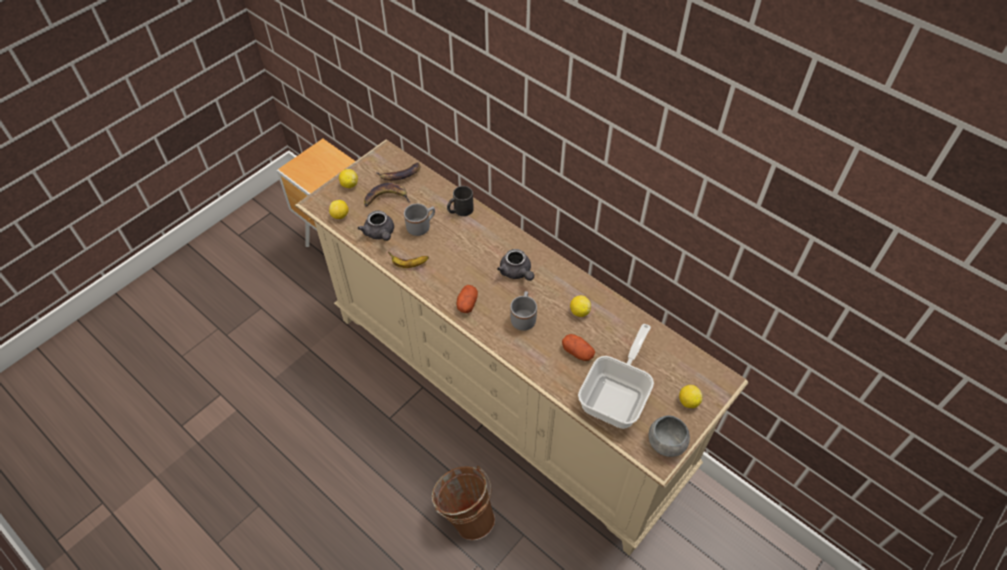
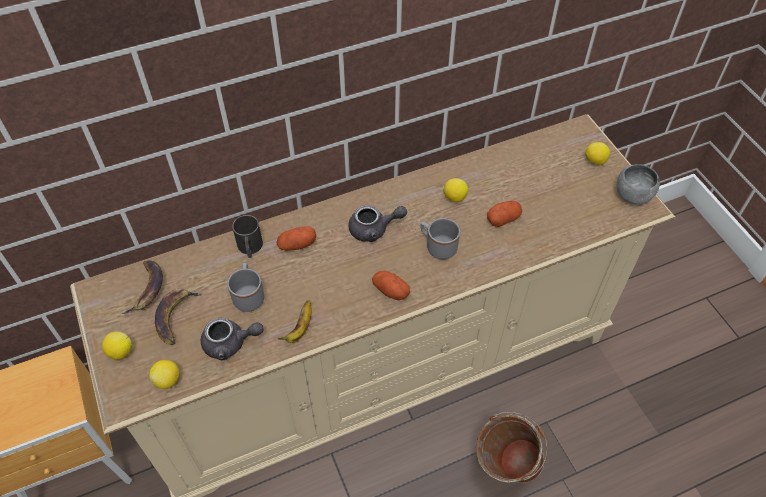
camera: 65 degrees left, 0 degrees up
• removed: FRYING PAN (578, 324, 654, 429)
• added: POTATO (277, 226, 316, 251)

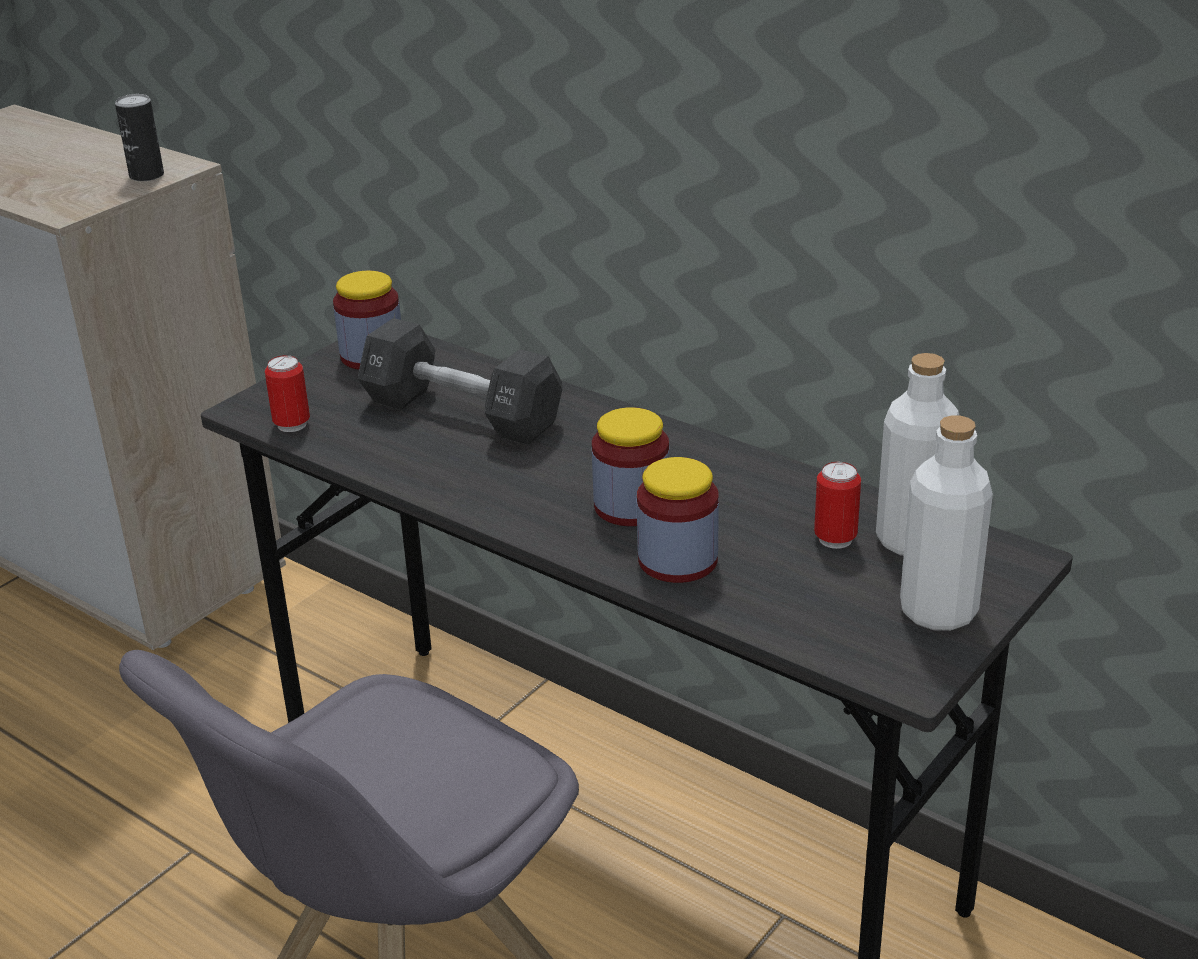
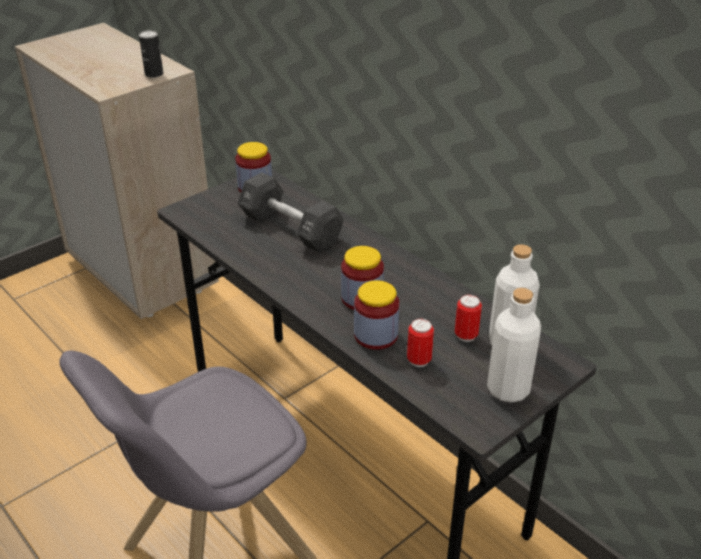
camera: 10 degrees right, 5 degrees up
• moved: CAN (265, 355, 310, 432) to (407, 319, 434, 367)

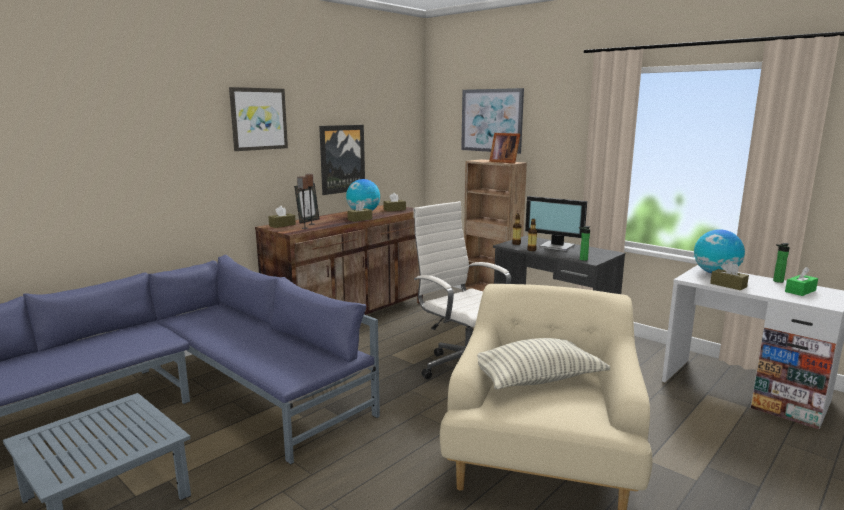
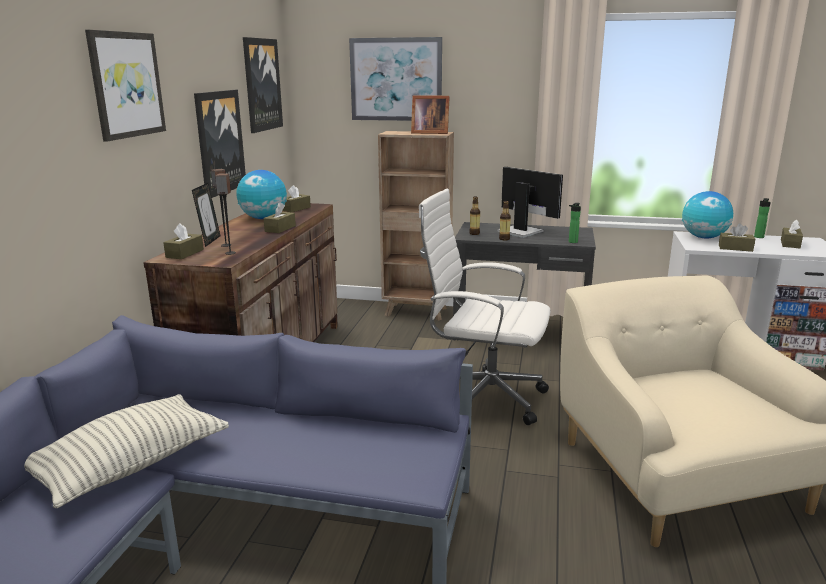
camera: 30 degrees left, 5 degrees up
• turned: MONITOR (525, 196, 587, 251) = (497, 167, 563, 238) 135 degrees counterclockwise
• recoloured: GREEN TISSUE BOX (785, 267, 818, 296) to BROWN TISSUE BOX (781, 219, 803, 248)
• moved: PILLOW (477, 338, 610, 389) to (24, 394, 229, 508)
• added: PICTURE (243, 37, 283, 133)

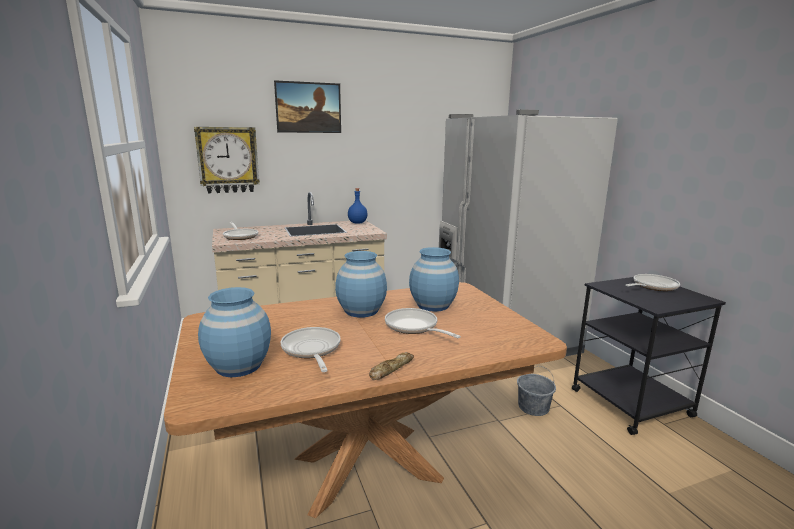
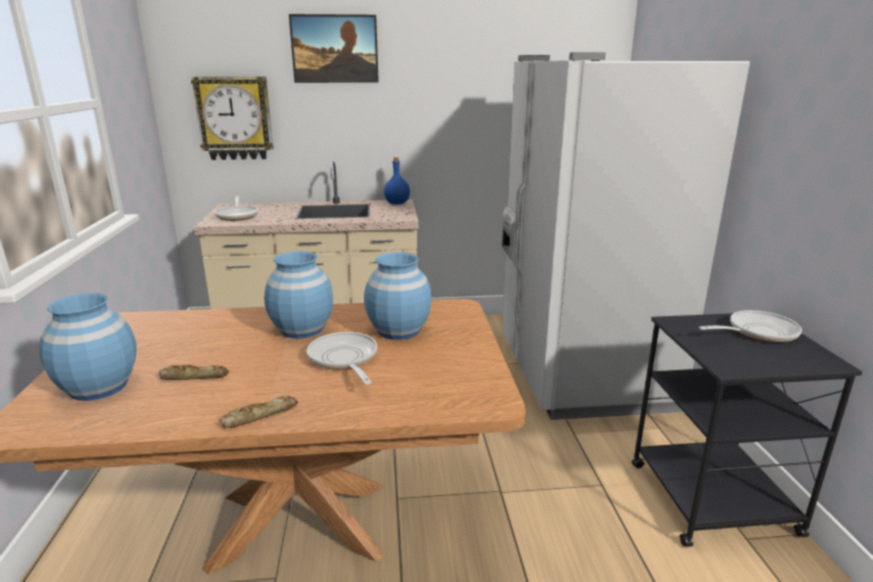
camera: 15 degrees right, 5 degrees up
• replaced: FRYING PAN (281, 327, 341, 372) to BREAD (159, 365, 229, 380)
• removed: GREY BUCKET (517, 366, 556, 416)

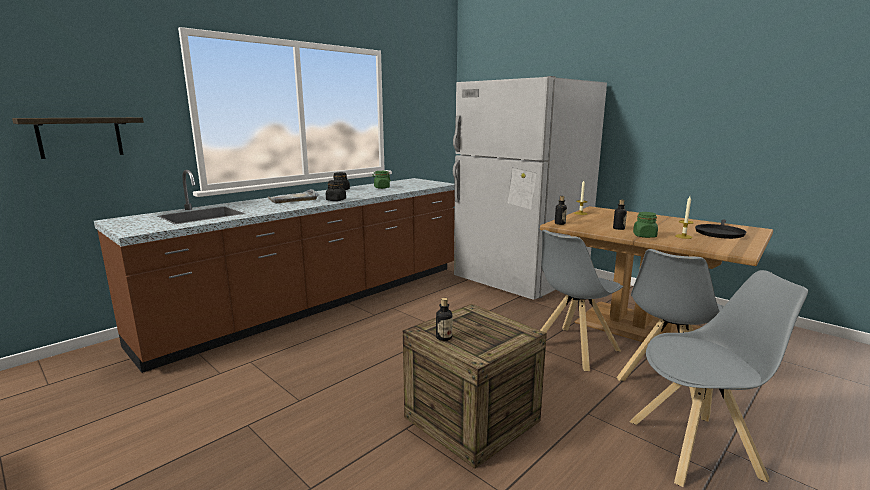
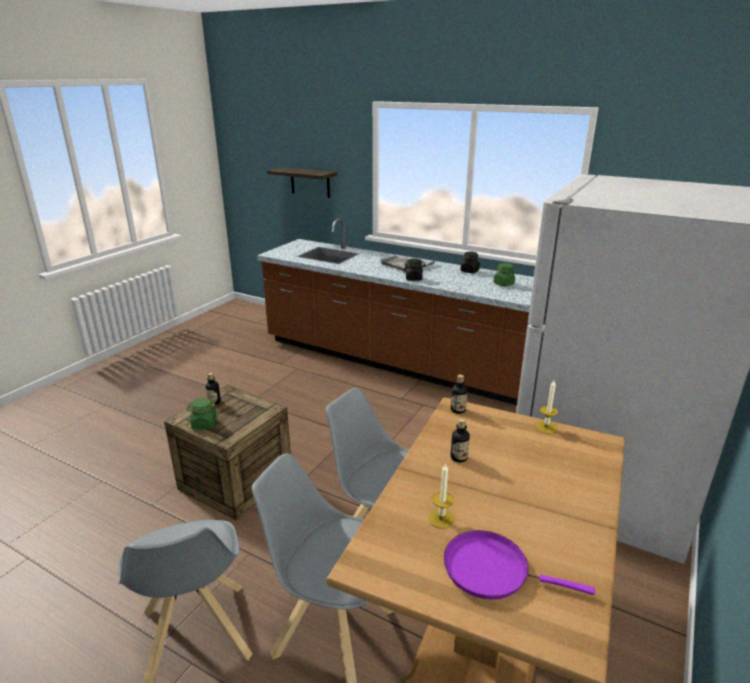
camera: 75 degrees right, 10 degrees up
• moved: GREEN JAR (633, 212, 658, 238) to (186, 398, 218, 430)
• recoloured: BLACK FRYING PAN (695, 219, 746, 239) to PURPLE FRYING PAN (444, 530, 595, 600)

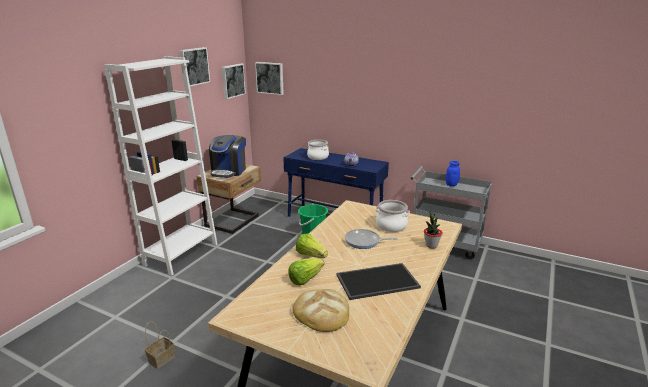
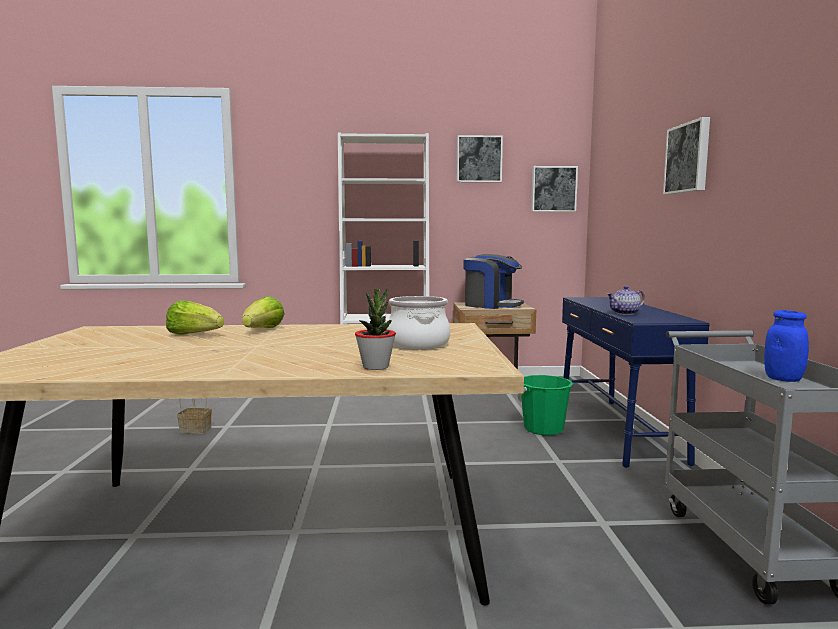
camera: 60 degrees right, 15 degrees down
• moved: PICTURE (255, 62, 284, 95) to (663, 117, 710, 195)
• turned: COFFEE MACHINE (209, 135, 246, 178) = (463, 254, 524, 309) 135 degrees counterclockwise
• removed: COOKING POT (307, 140, 329, 160)
• removed: FRYING PAN (345, 229, 398, 249)
• removed: TRAY (337, 263, 421, 300)
• removed: BREAD (293, 289, 349, 332)

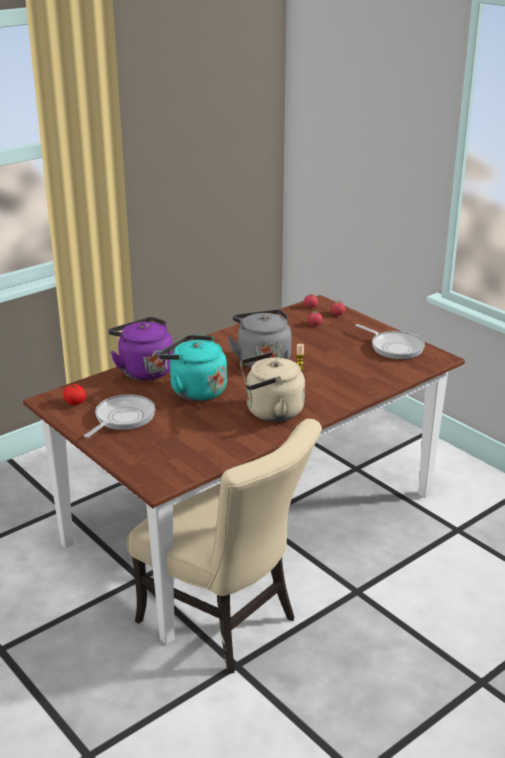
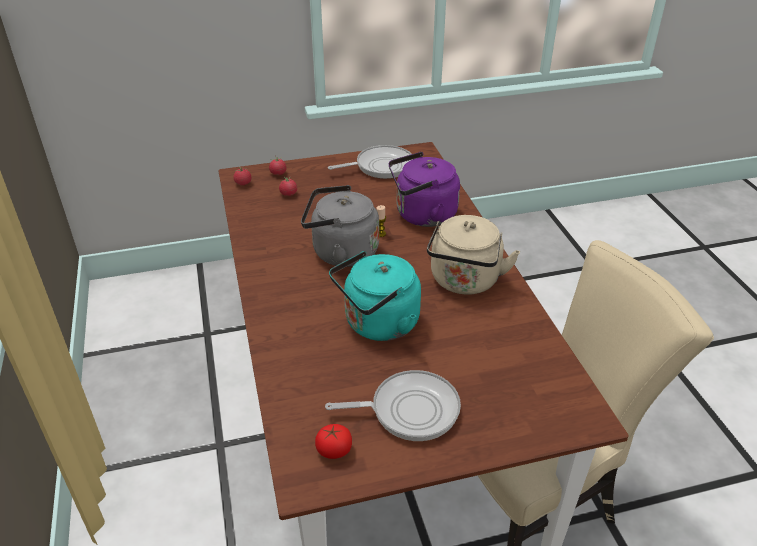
camera: 65 degrees left, 10 degrees up
• moved: PURPLE KETTLE (108, 317, 173, 380) to (389, 152, 460, 227)
• turned: FRYING PAN (84, 395, 155, 438) = (325, 370, 461, 441) 120 degrees clockwise

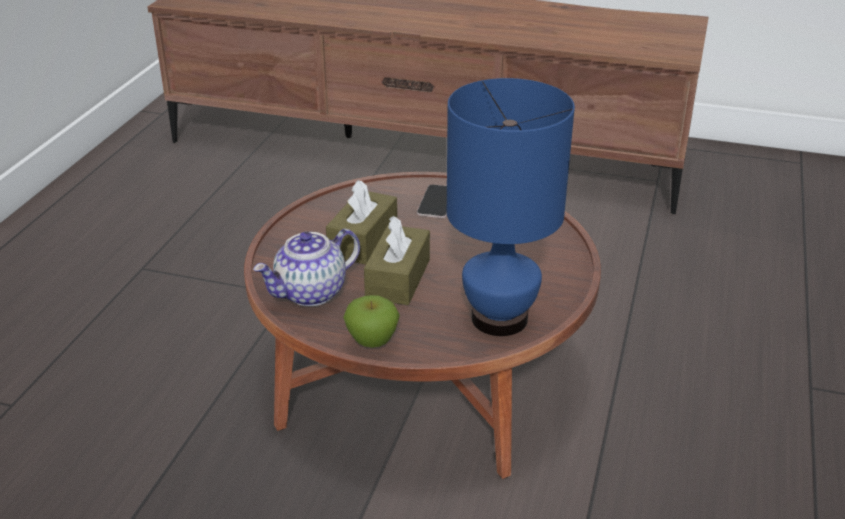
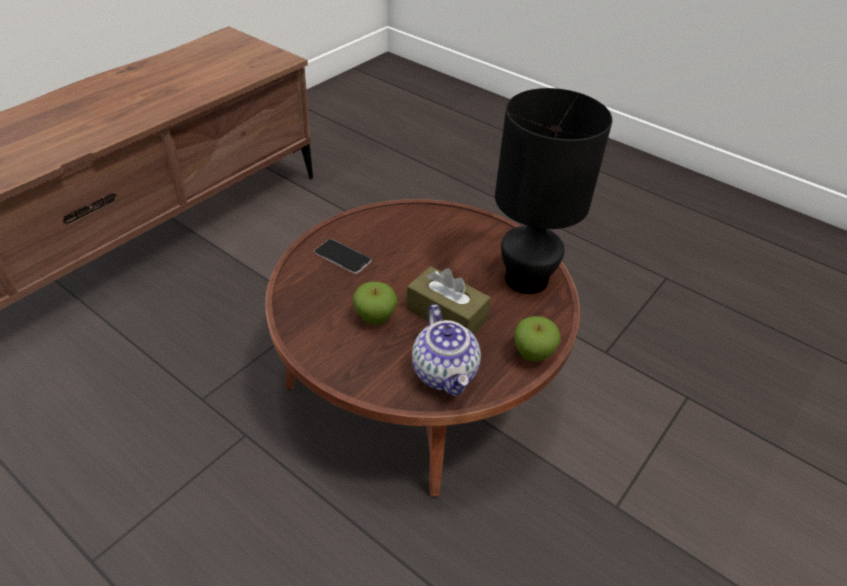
camera: 70 degrees left, 10 degrees up
• recoloured: BLUE TABLE LAMP (447, 78, 575, 336) to BLACK TABLE LAMP (495, 88, 612, 294)
• replaced: BROWN TISSUE BOX (326, 180, 397, 265) to APPLE (353, 282, 398, 325)

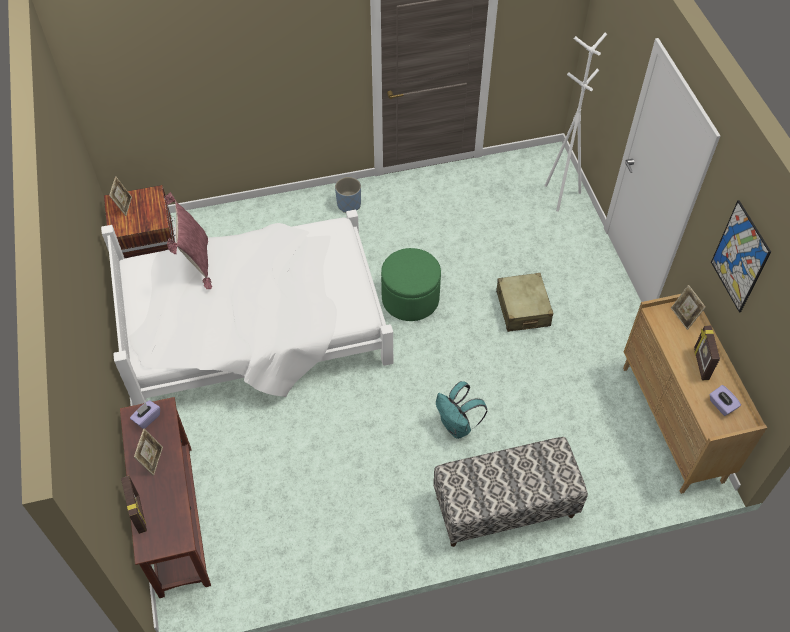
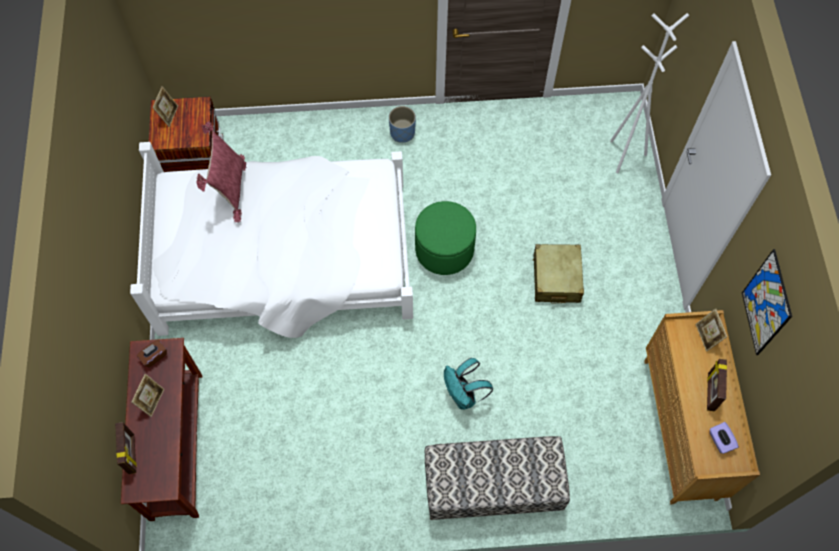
camera: 10 degrees right, 10 degrees up
• recoloured: PURPLE TISSUE BOX (130, 400, 160, 429) to BROWN TISSUE BOX (137, 340, 167, 367)

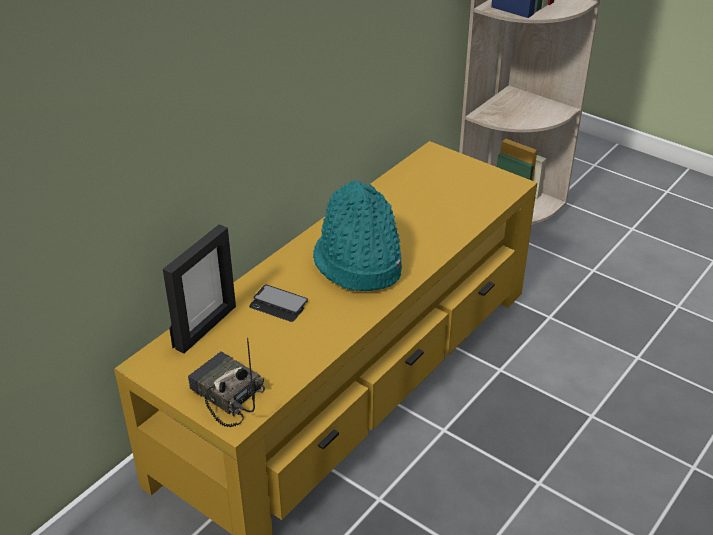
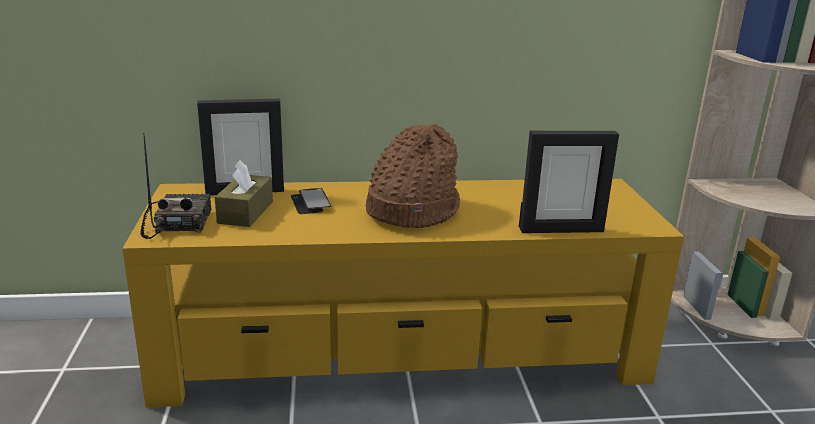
camera: 45 degrees right, 15 degrees down
• recoloured: TURQUOISE HAT (313, 181, 402, 291) to BROWN HAT (365, 123, 460, 228)
• added: PICTURE FRAME (519, 131, 619, 233)
• added: BROWN TISSUE BOX (215, 160, 273, 227)

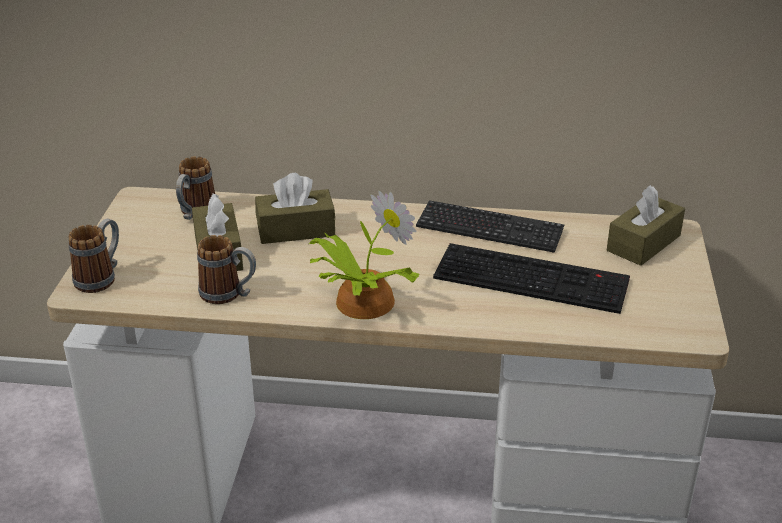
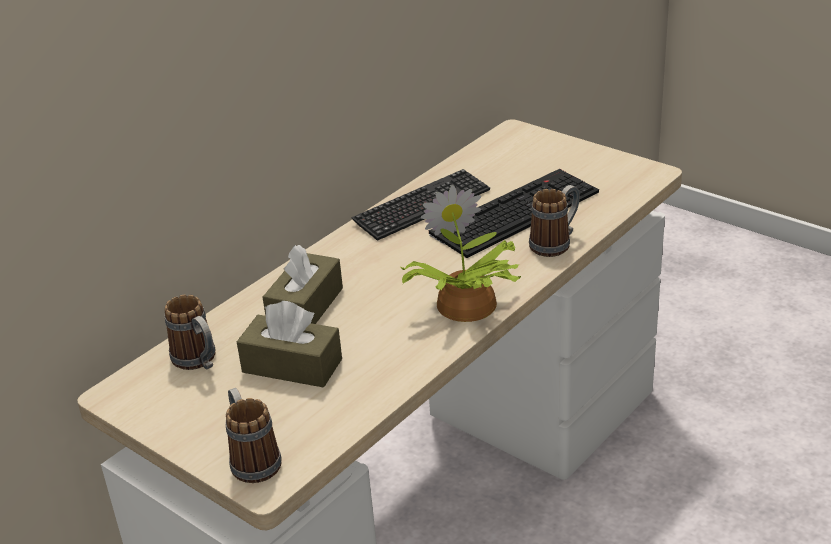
camera: 55 degrees left, 0 degrees up
• removed: BROWN TISSUE BOX (607, 185, 685, 266)
• moved: MUG (197, 235, 256, 304) to (529, 185, 580, 257)

